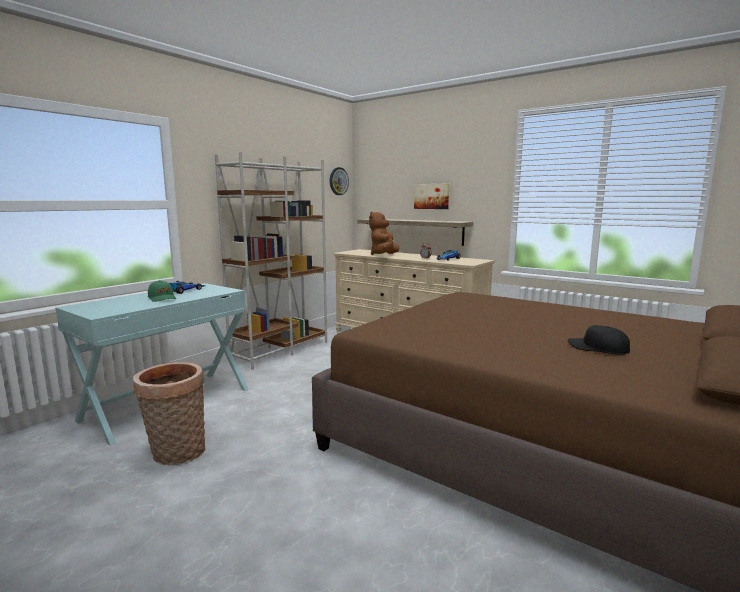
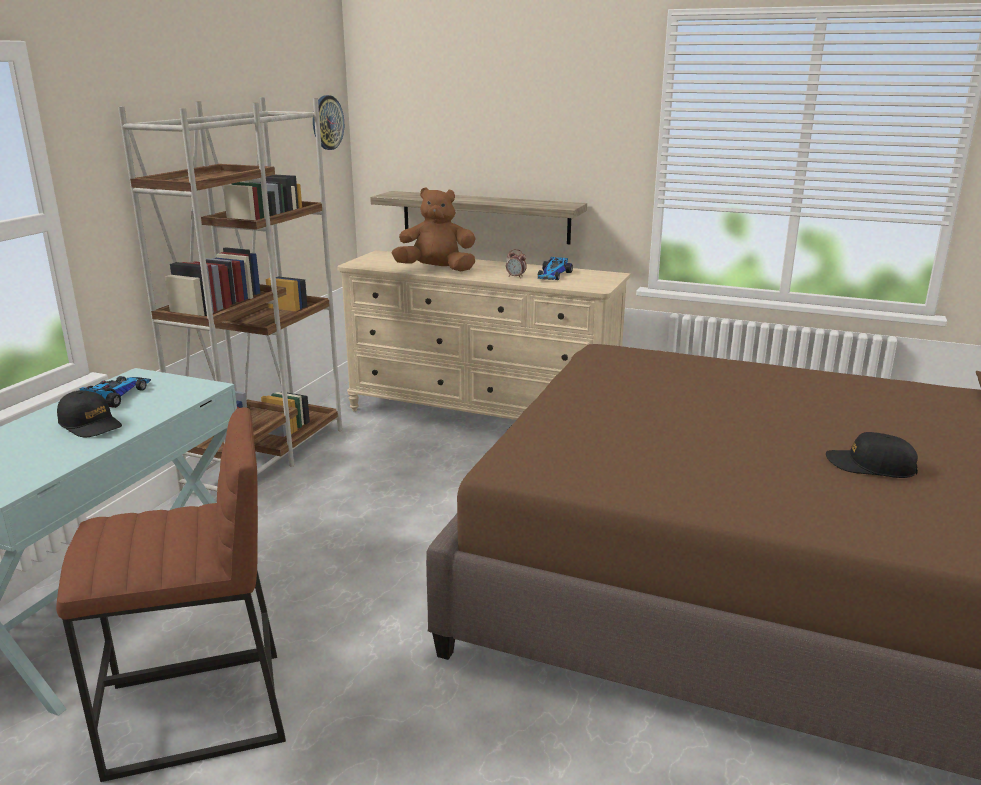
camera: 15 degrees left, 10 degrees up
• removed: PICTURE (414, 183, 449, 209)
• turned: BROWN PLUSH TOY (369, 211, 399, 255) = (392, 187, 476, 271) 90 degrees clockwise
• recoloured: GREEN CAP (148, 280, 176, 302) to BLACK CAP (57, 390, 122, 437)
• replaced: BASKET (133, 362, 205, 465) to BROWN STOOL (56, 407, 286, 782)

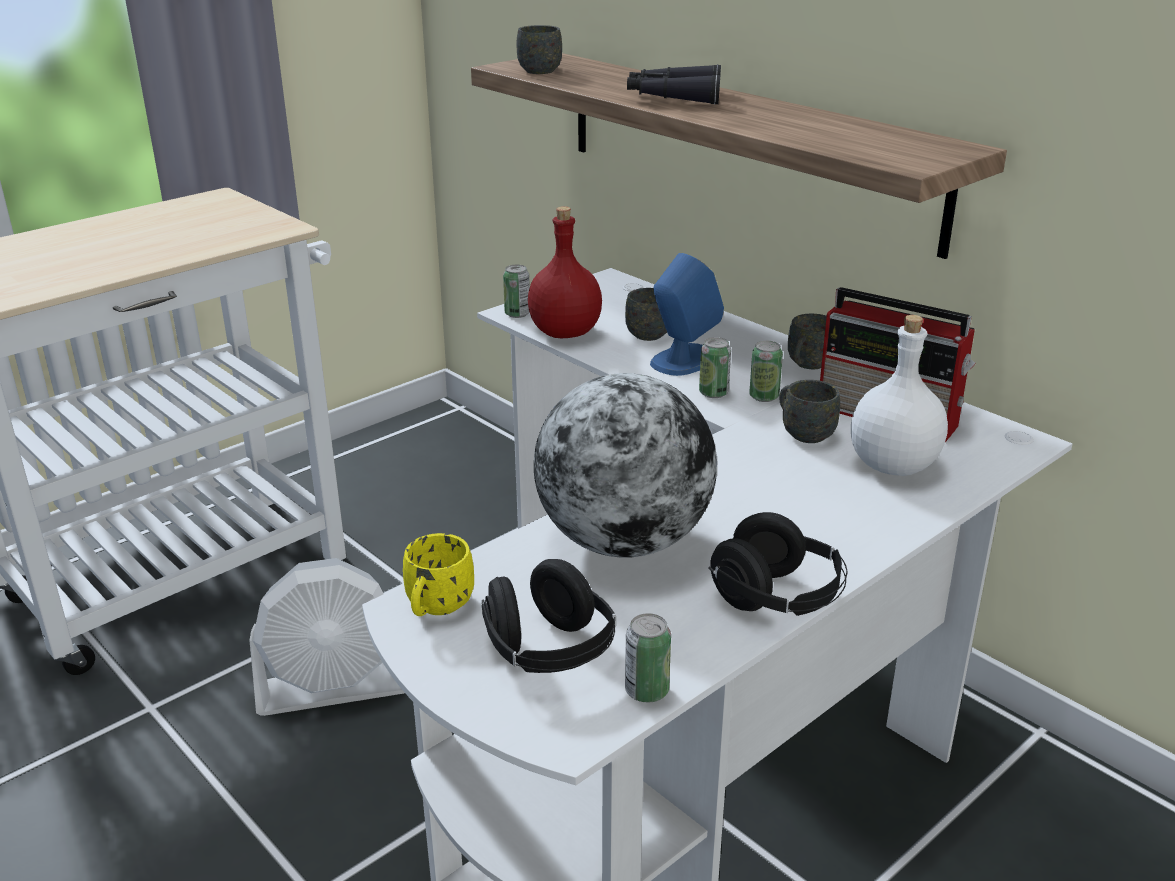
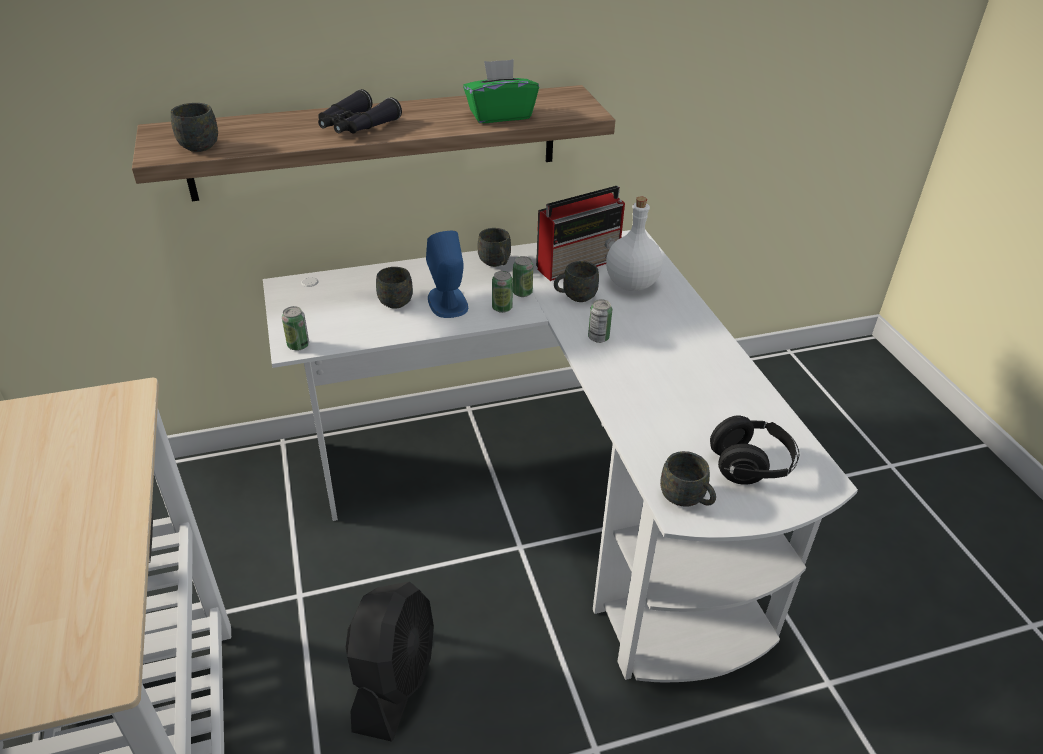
camera: 65 degrees left, 10 degrees up
• removed: RED BOTTLE (528, 206, 602, 338)
• removed: GLOBE (534, 373, 717, 558)
• removed: BLACK HEADPHONES (708, 512, 847, 616)
• recoloured: YELLOW MUG (403, 533, 474, 616) to GREY MUG (660, 451, 716, 507)
• recoloured: WHITE FAN (249, 558, 405, 716) to BLACK FAN (346, 581, 434, 742)
• moved: CAN (625, 613, 671, 702) to (588, 299, 612, 343)
• added: GREEN TISSUE BOX (463, 59, 539, 123)

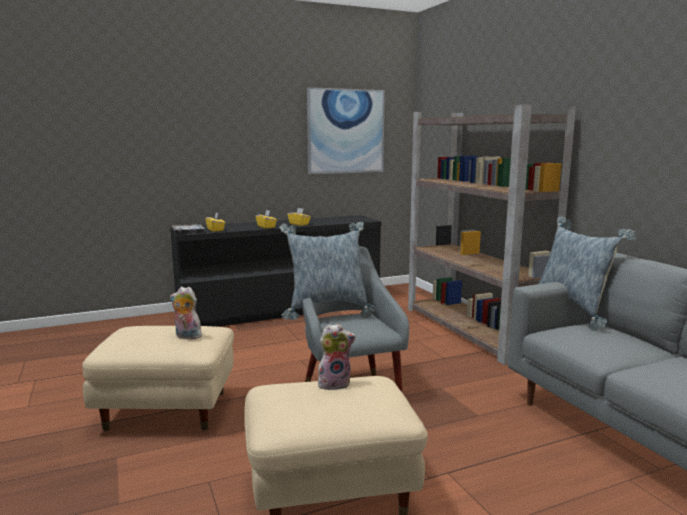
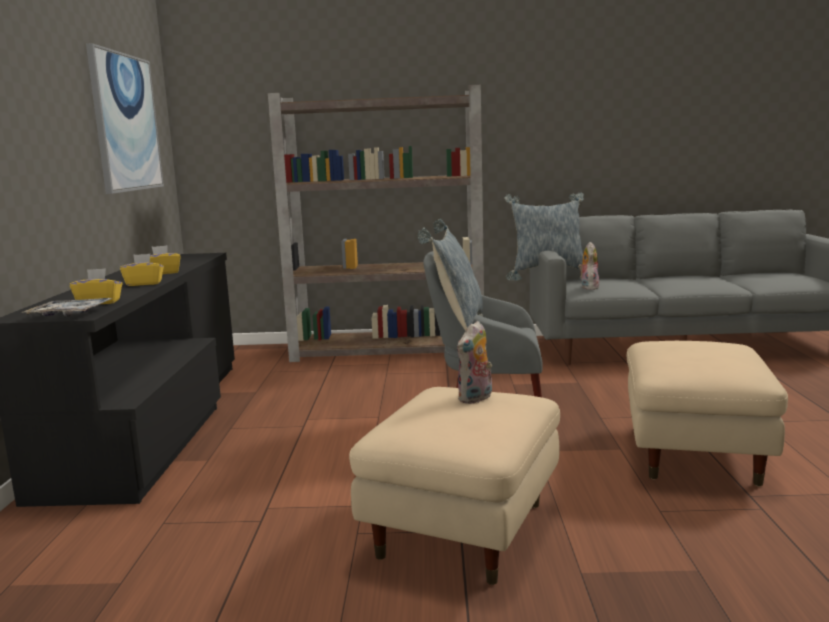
camera: 65 degrees left, 0 degrees up
• moved: PLUSH TOY (318, 324, 356, 390) to (578, 242, 600, 290)

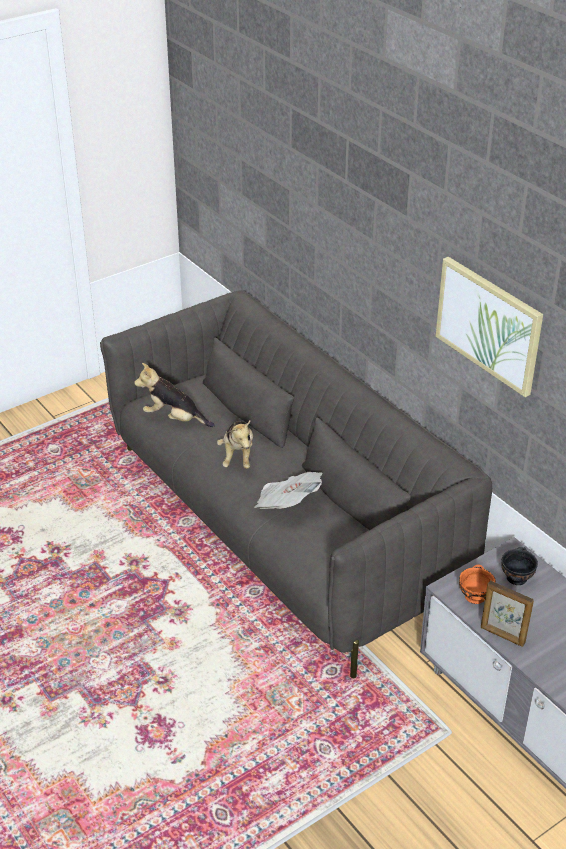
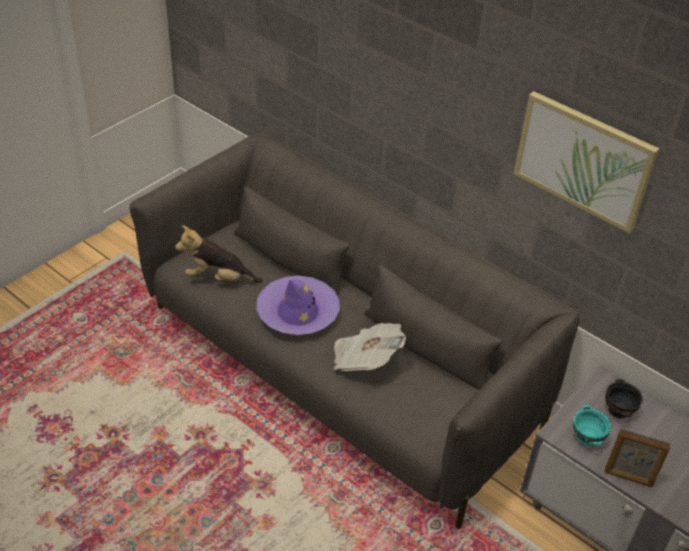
camera: 15 degrees left, 5 degrees up
• replaced: PLUSH TOY (217, 421, 253, 469) to PURPLE HAT (256, 276, 340, 335)
• recoloured: ORANGE BOWL (459, 565, 496, 604) to TURQUOISE BOWL (573, 405, 611, 446)

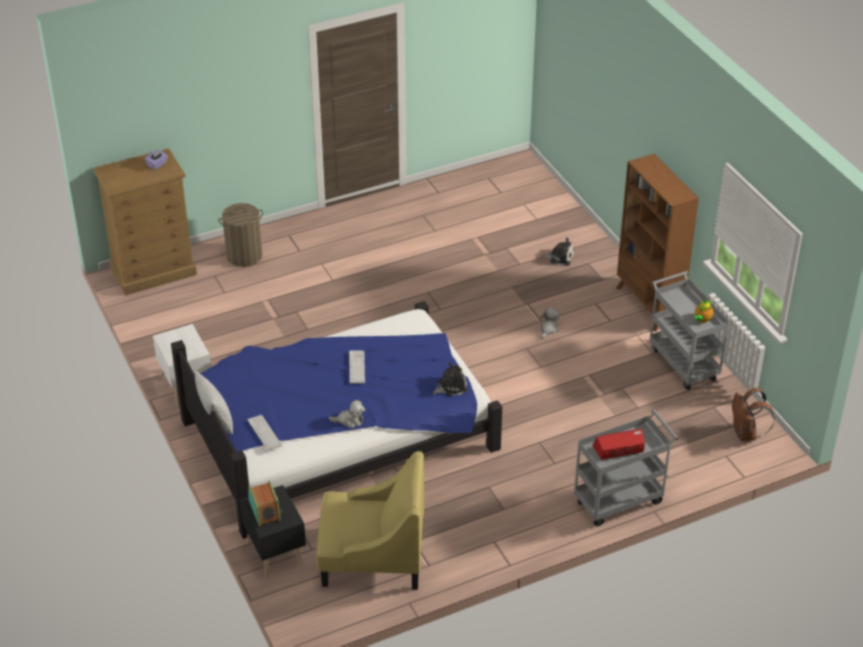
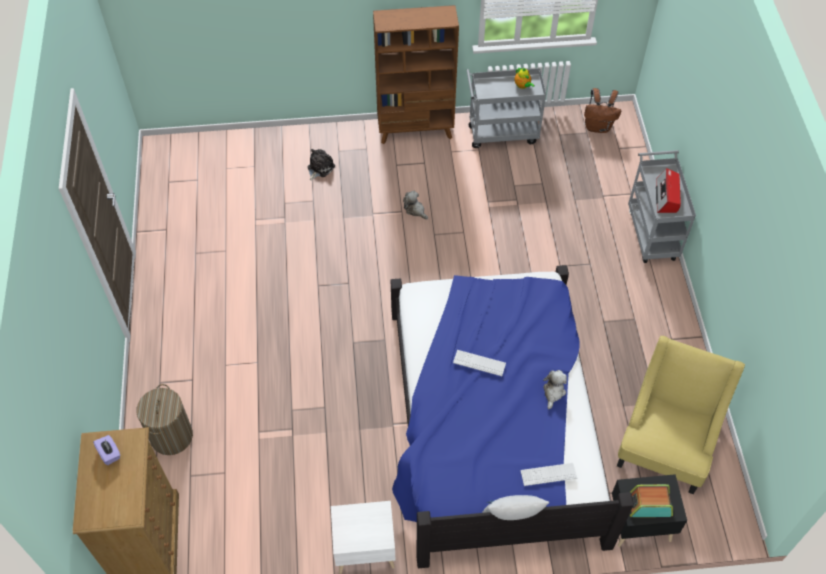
camera: 70 degrees left, 15 degrees up
• removed: PLUSH TOY (433, 362, 468, 397)

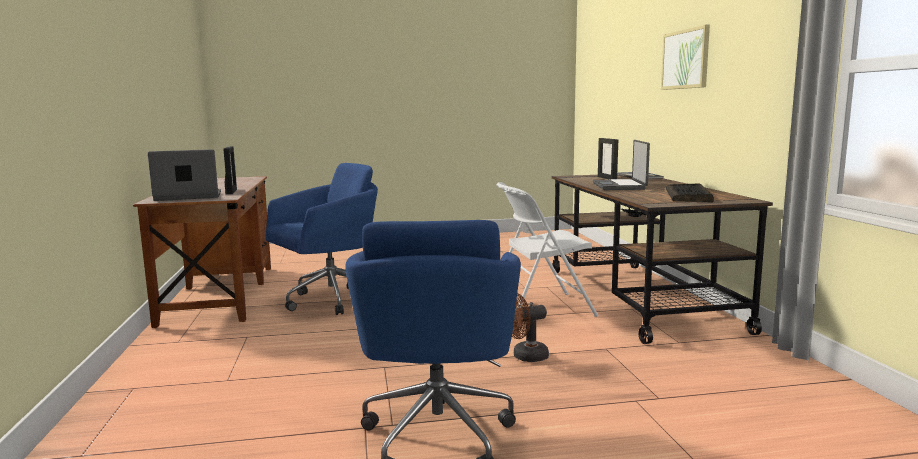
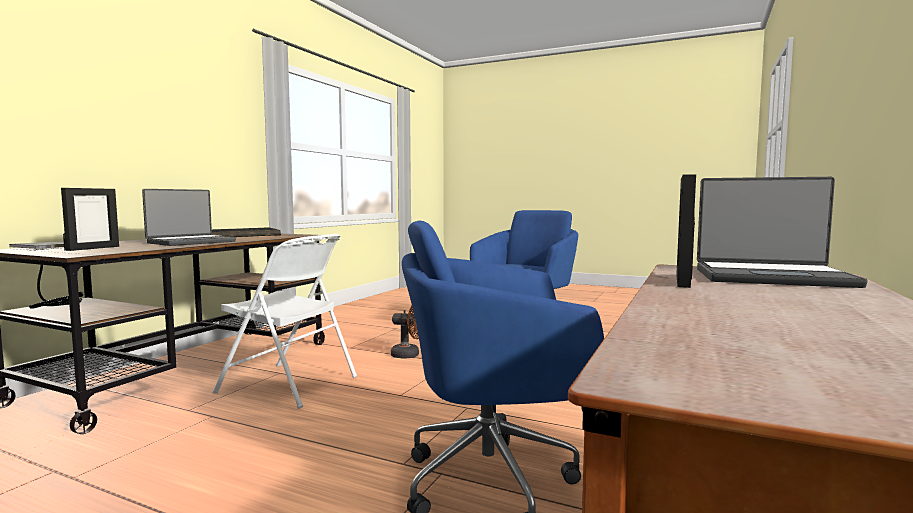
camera: 145 degrees left, 5 degrees down
• removed: PICTURE (661, 25, 710, 90)

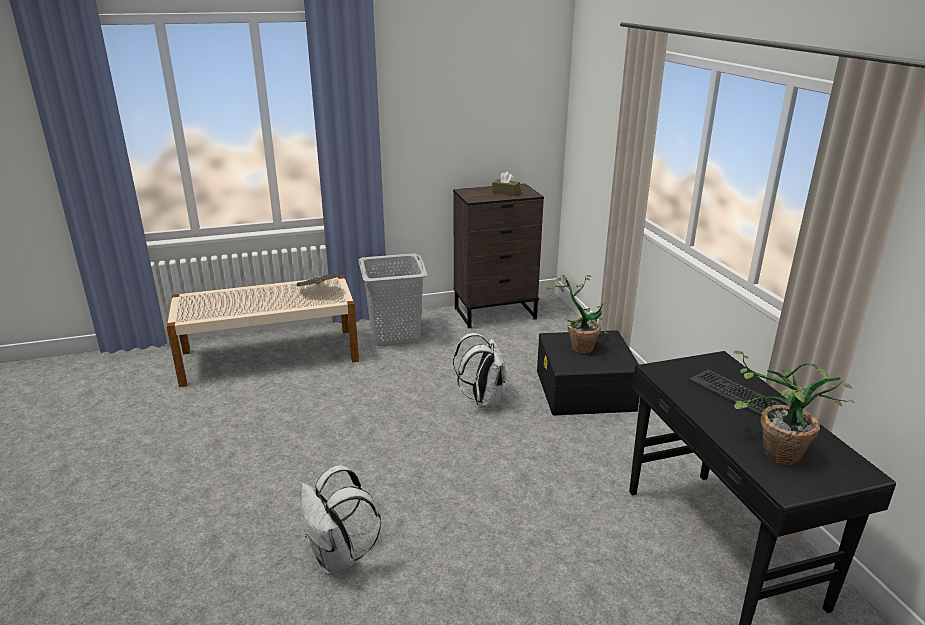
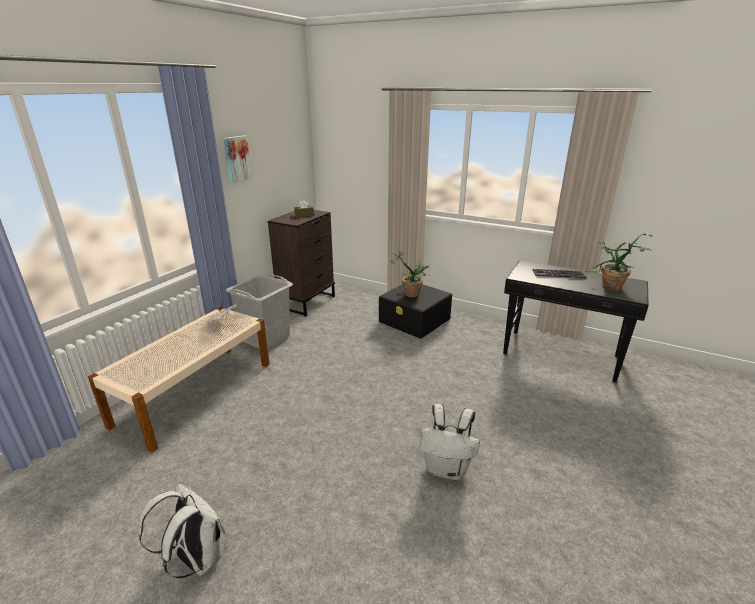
camera: 45 degrees left, 0 degrees up
• moved: WHITE BACKPACK (453, 333, 507, 408) to (139, 484, 225, 578)
• added: PICTURE (223, 136, 252, 183)

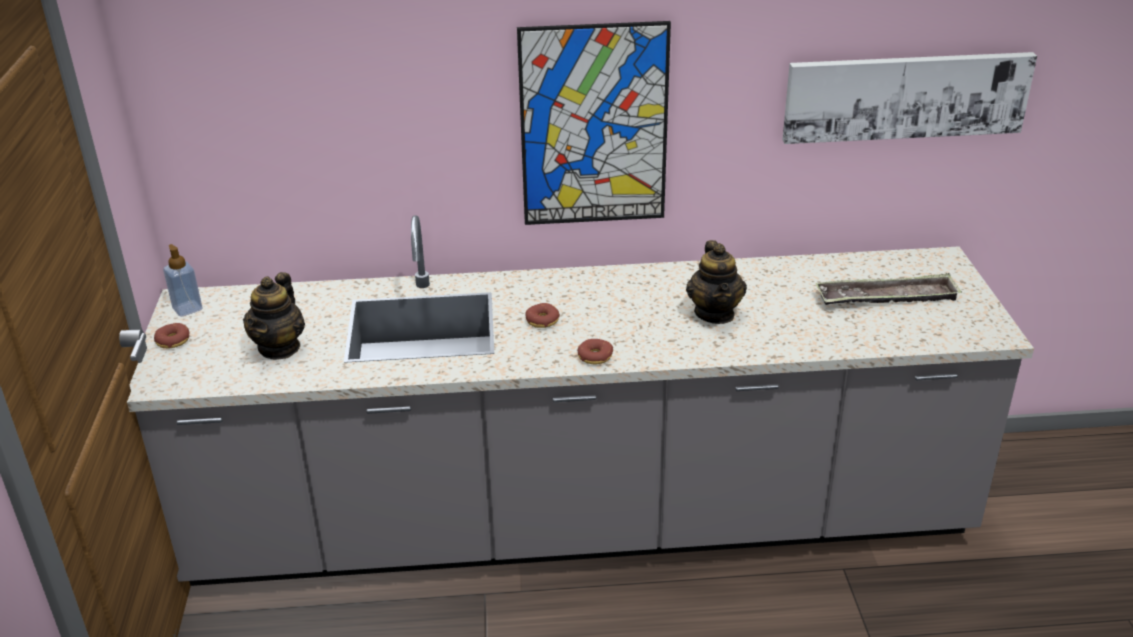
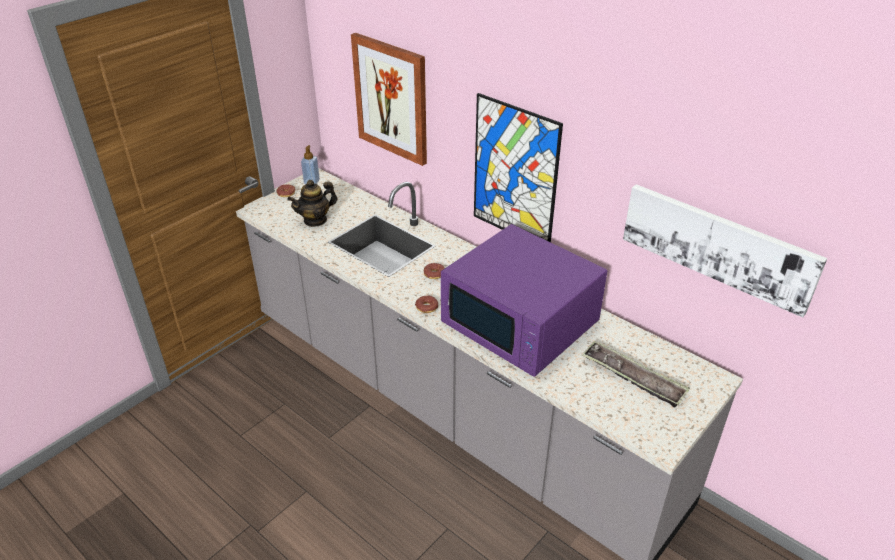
camera: 45 degrees right, 5 degrees up
• replaced: TEAPOT (686, 240, 747, 324) to PURPLE MICROWAVE (441, 224, 607, 377)
• added: PICTURE (351, 33, 427, 166)

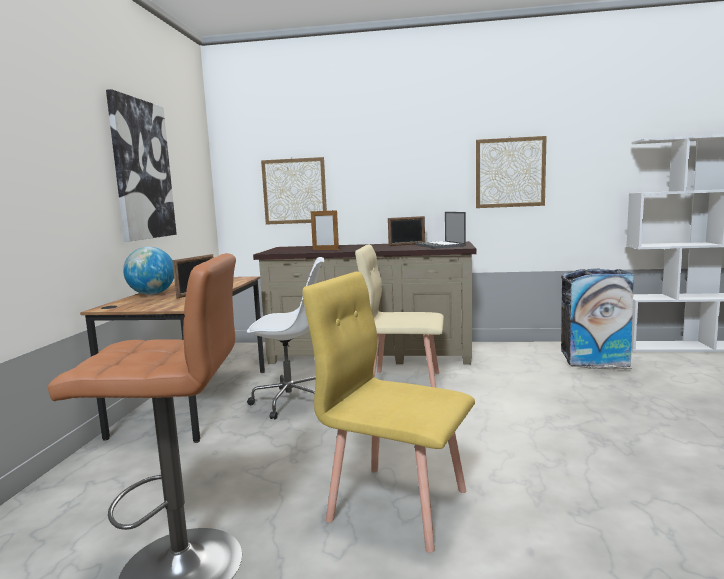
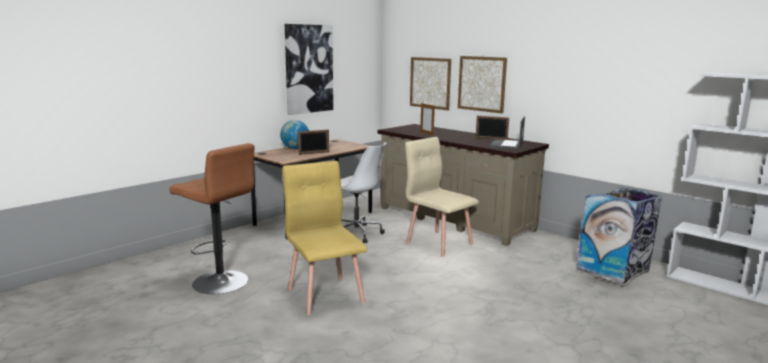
camera: 35 degrees right, 5 degrees up
• moved: PICTURE (476, 136, 547, 208) to (458, 56, 507, 114)

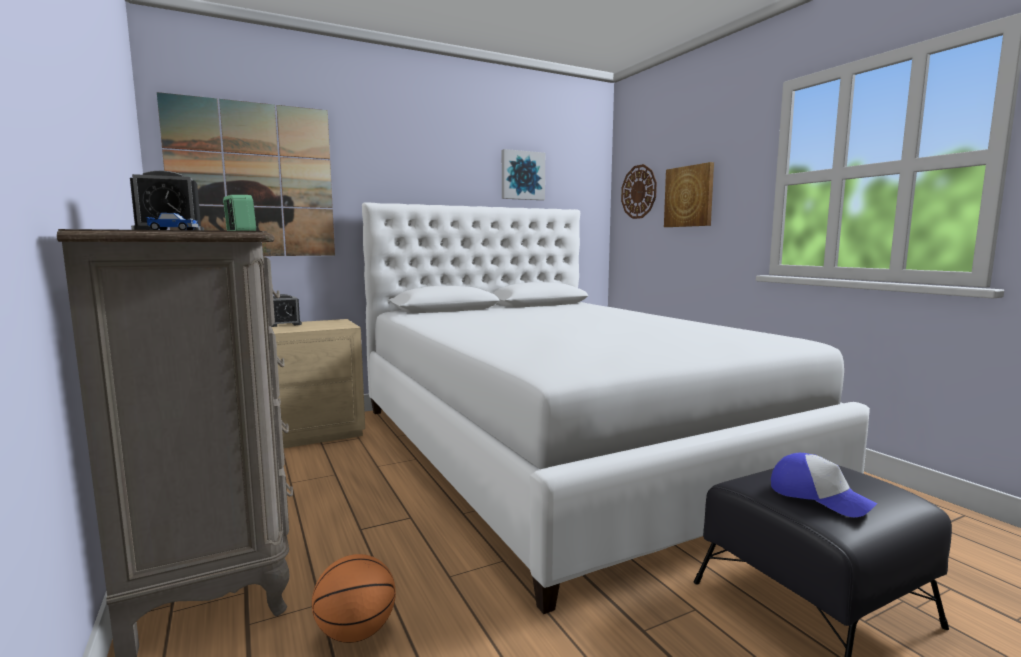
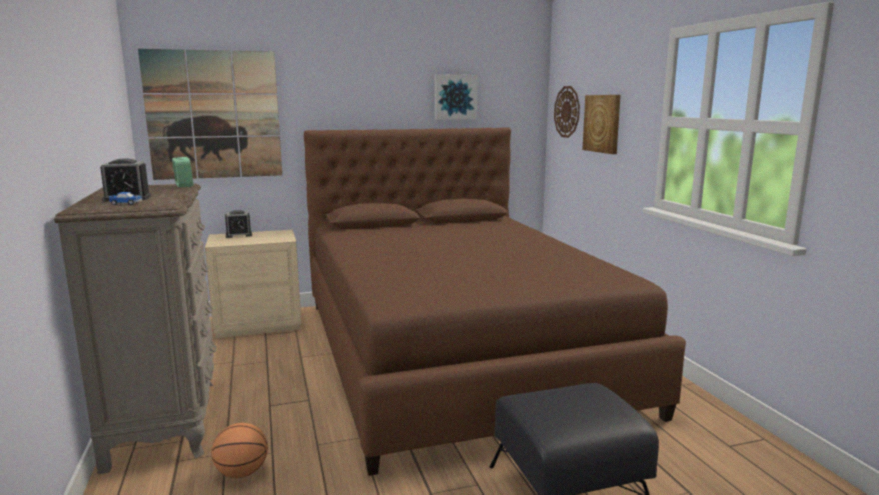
camera: 10 degrees right, 5 degrees up
• recoloured: WHITE BED (362, 202, 870, 614) to BROWN BED (304, 127, 686, 476)
• removed: CAP (771, 453, 877, 517)

